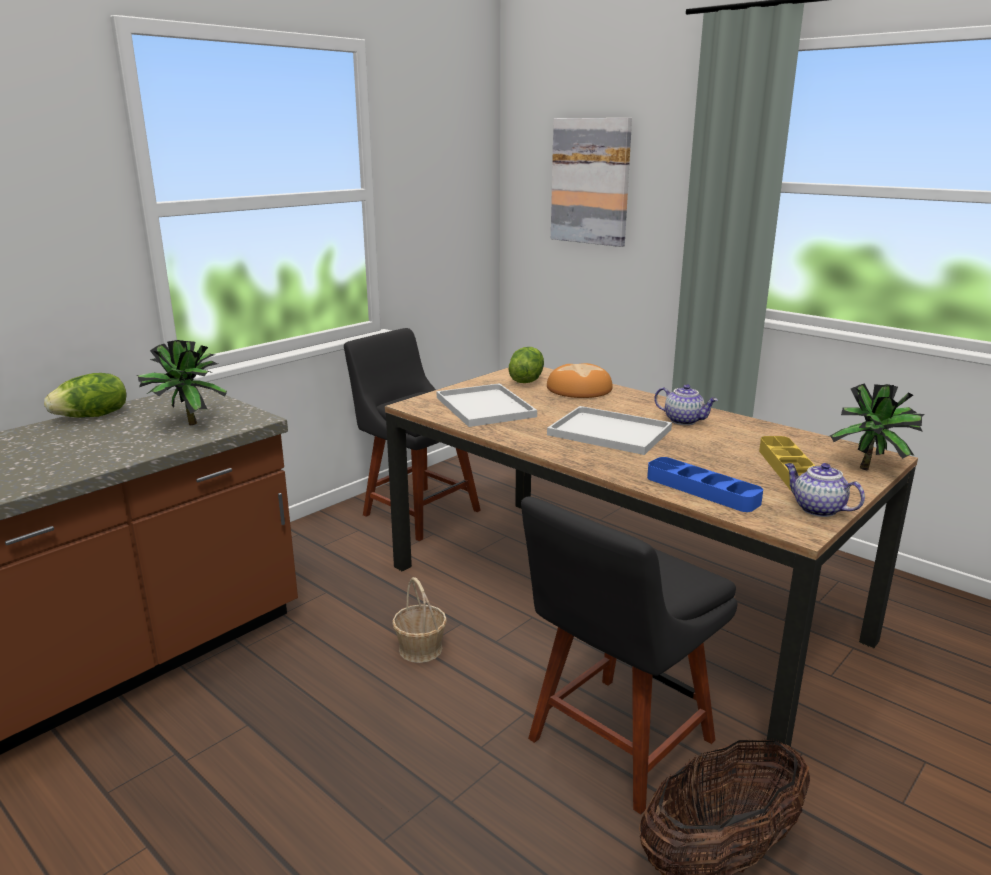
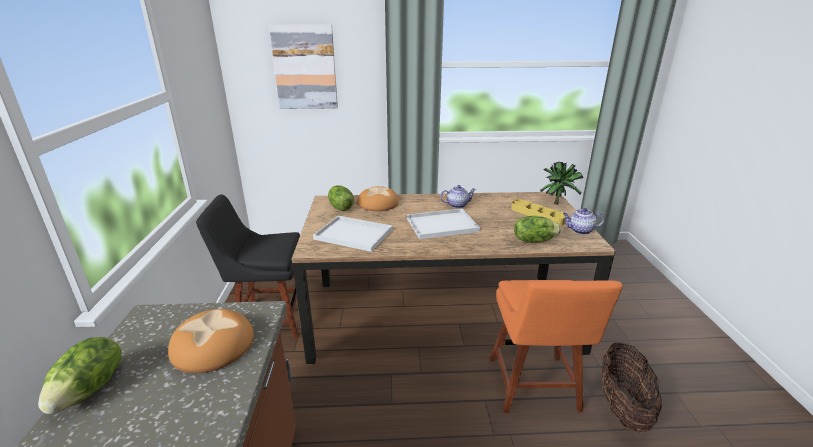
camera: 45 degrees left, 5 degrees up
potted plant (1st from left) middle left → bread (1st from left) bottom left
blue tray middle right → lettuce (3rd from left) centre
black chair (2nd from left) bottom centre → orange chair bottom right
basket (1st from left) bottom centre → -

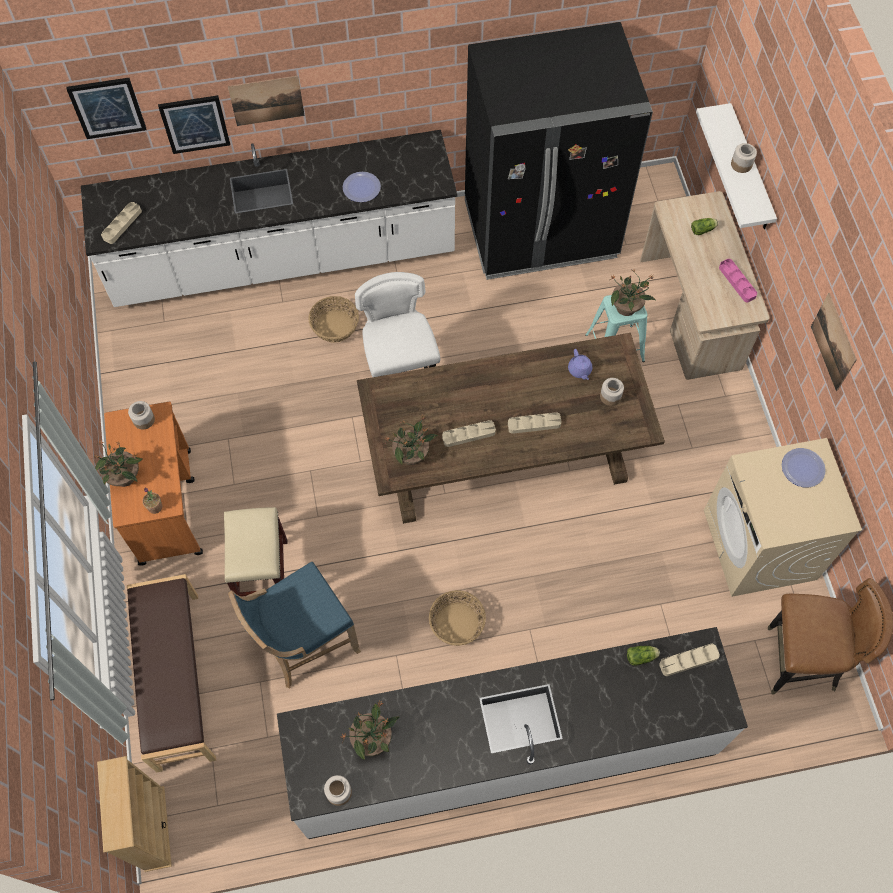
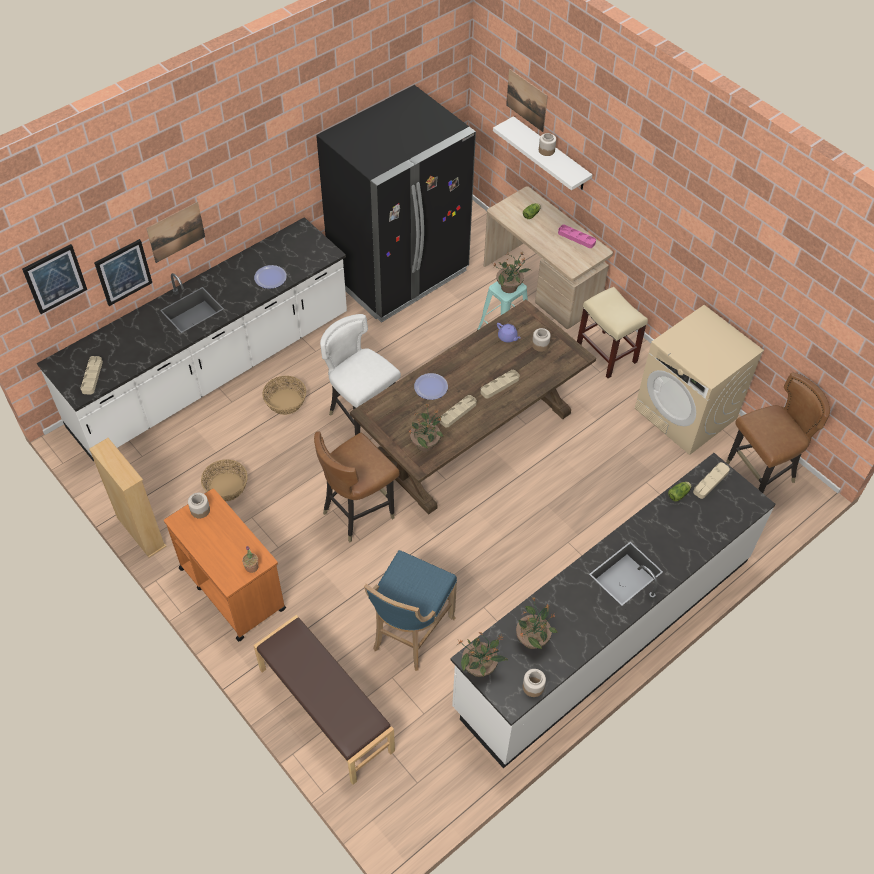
camera: 30 degrees left, 10 degrees down
picture (4th from left) middle right → picture (4th from left) top centre, move
potted plant (1st from left in the first image) middle left → potted plant (3rd from left) bottom centre, move
plate (2nd from left) middle right → plate (2nd from left) centre, move
beige stool middle left → beige stool middle right, move
basket (2nd from left in the first image) bottom centre → basket (1st from left) middle left, move
beige bookcase bottom left → beige bookcase middle left, move
- → brown chair (1st from left) centre

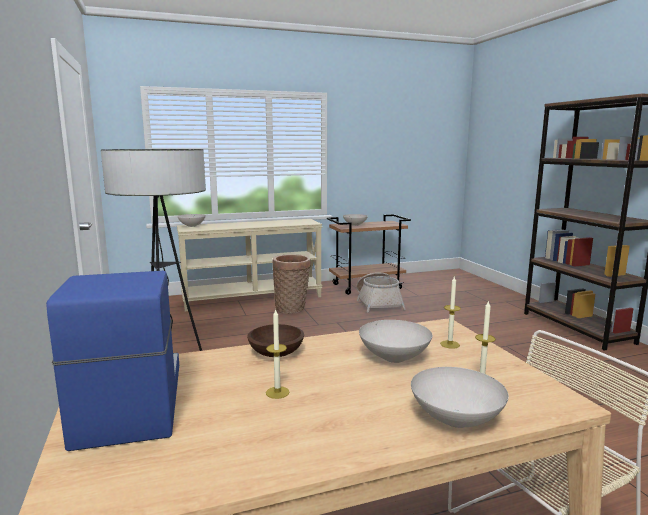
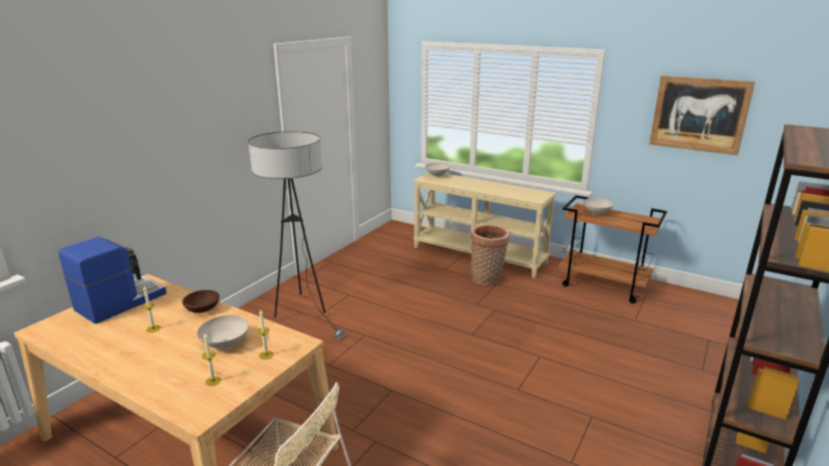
camera: 50 degrees right, 10 degrees up
basket (2nd from left) centre → -
white bowl (4th from left) bottom right → -
- → picture top right

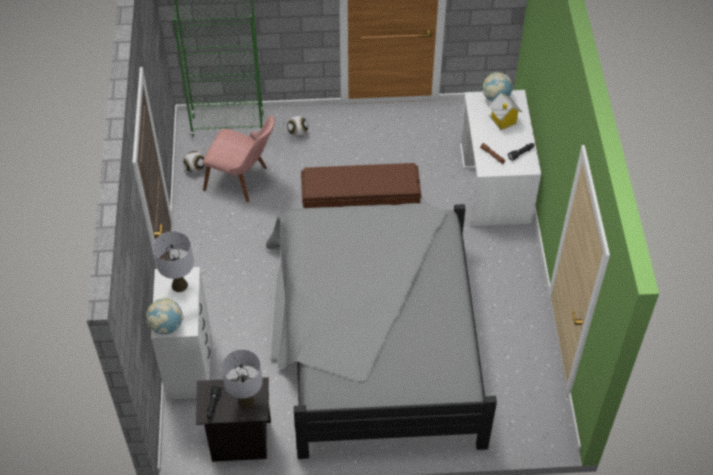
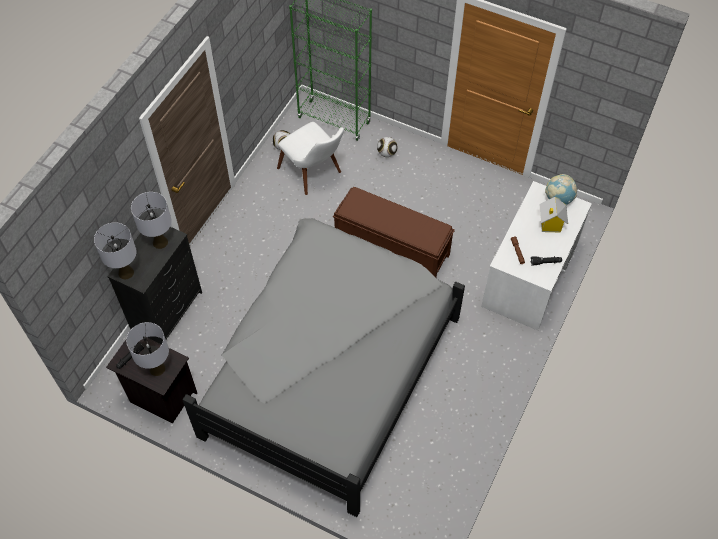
camera: 30 degrees right, 5 degrees up
pink chair top centre → white chair top centre
white dresser bottom left → black dresser middle left
globe (1st from left) middle left → grey table lamp (1st from left) middle left

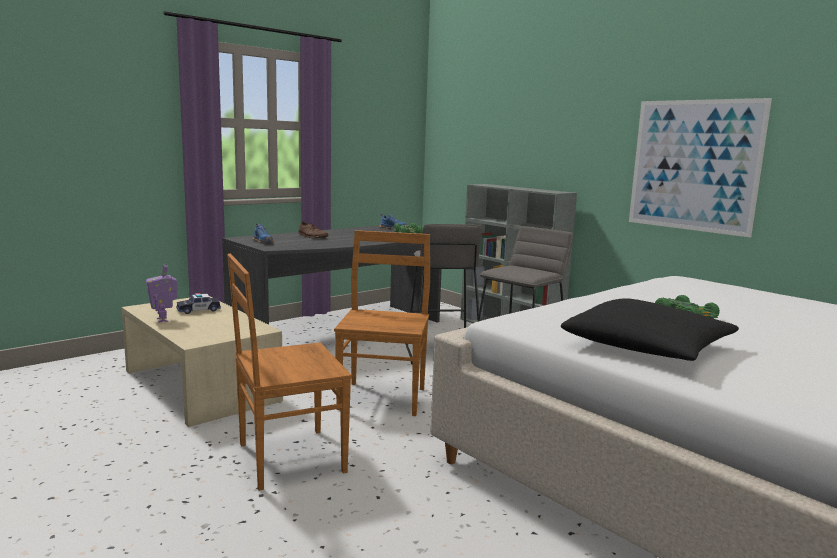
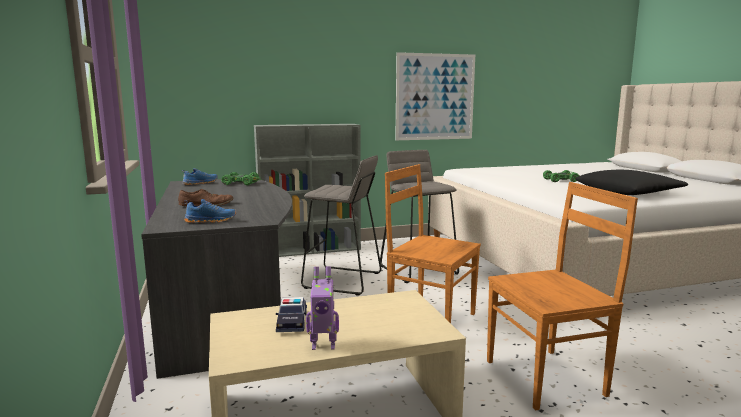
camera: 65 degrees left, 0 degrees up
brown chair (1st from left in the first image) bottom centre → brown chair (2nd from left) bottom right, 105 degrees counterclockwise

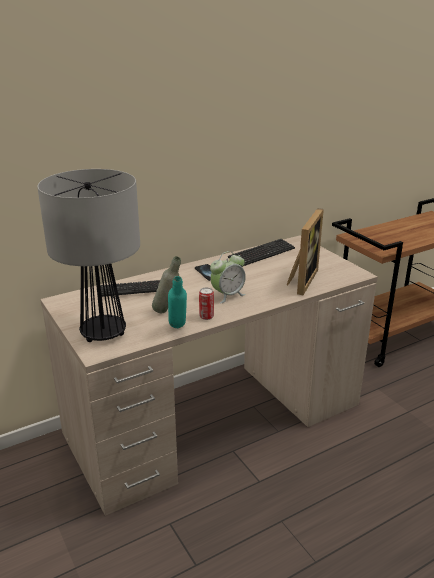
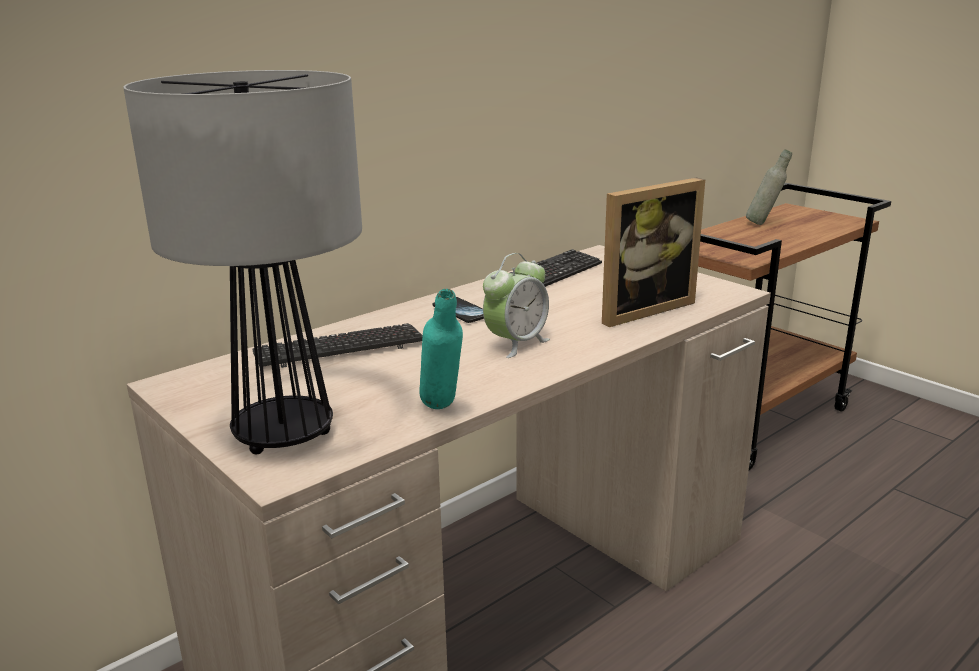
camera: 10 degrees left, 5 degrees down
picture frame middle right, 45 degrees clockwise
grey bottle centre → grey bottle top right, move
can centre → -

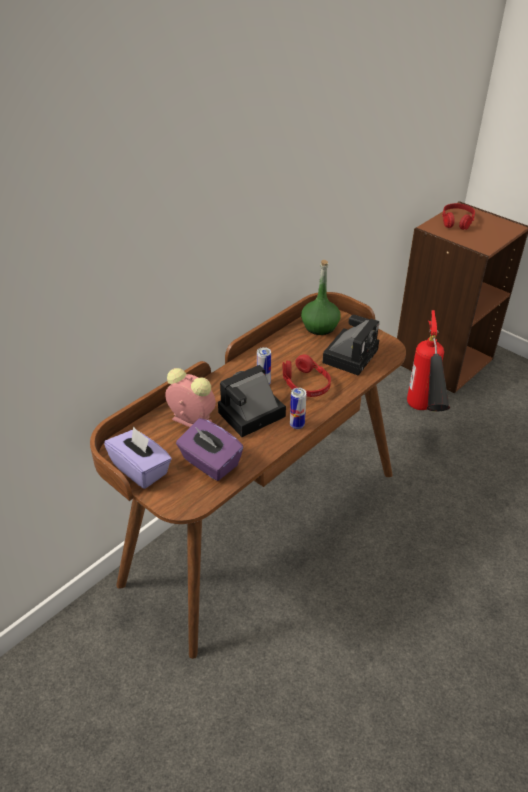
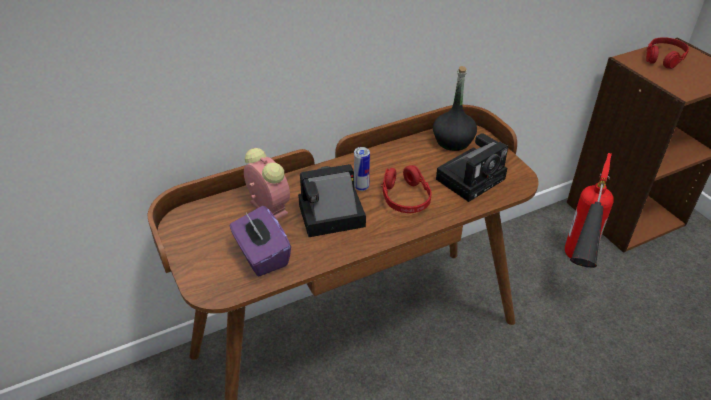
camera: 20 degrees right, 0 degrees up
green bottle centre → black bottle top centre
can (2nd from left) centre → -
purple tissue box (1st from left) middle left → -

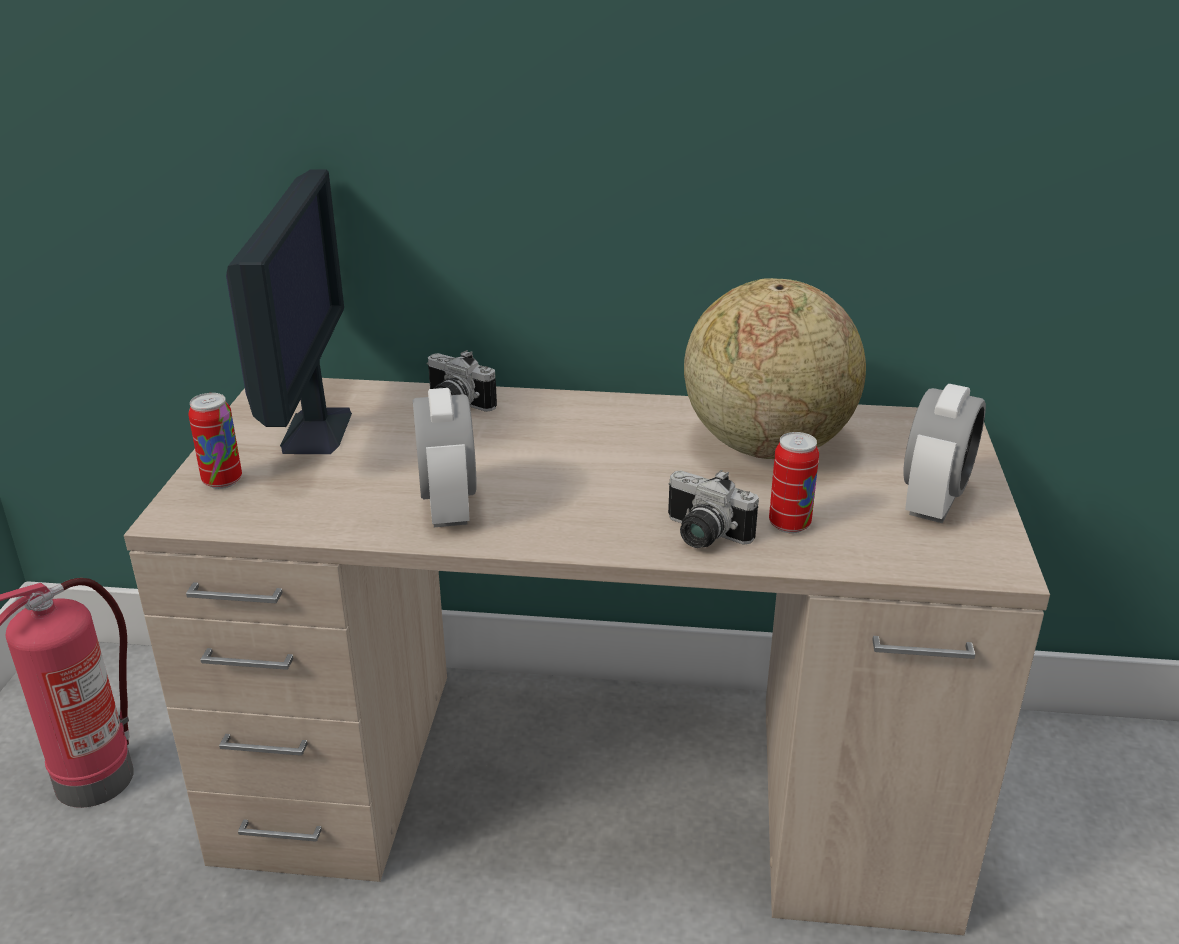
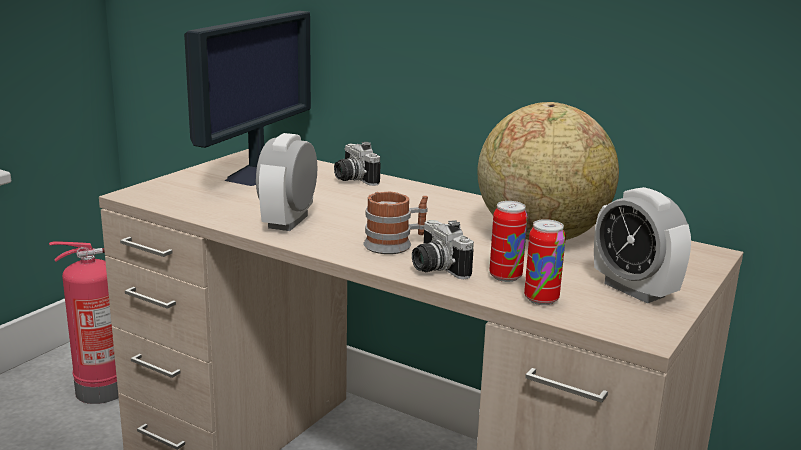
camera: 25 degrees right, 10 degrees down
alarm clock (2nd from left) middle right, 90 degrees clockwise
can (1st from left in the first image) middle left → can (2nd from left) middle right, move
- → mug centre

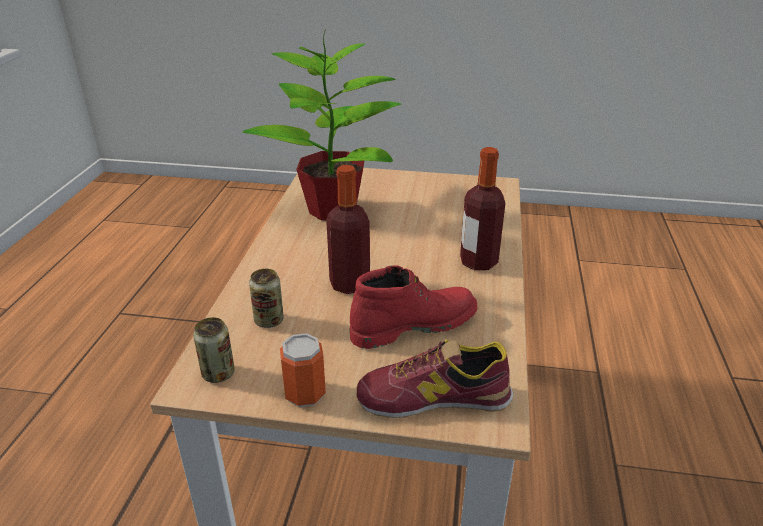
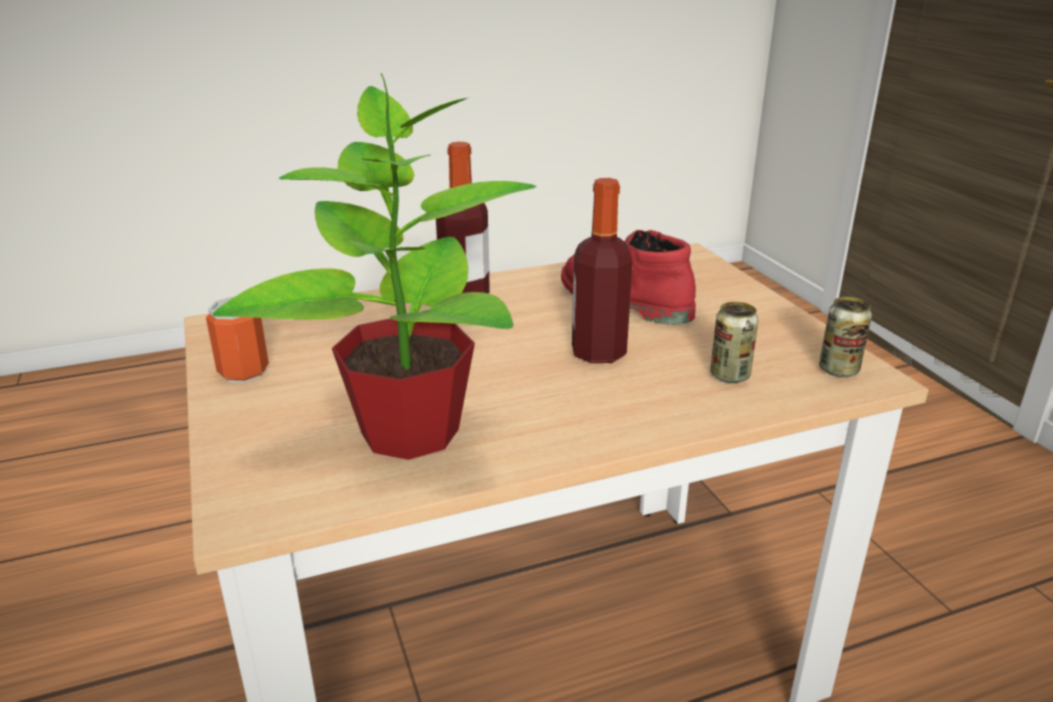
camera: 120 degrees left, 5 degrees down
can (3rd from left in the first image) bottom centre → can (1st from left) middle left, move
shoe bottom centre → -

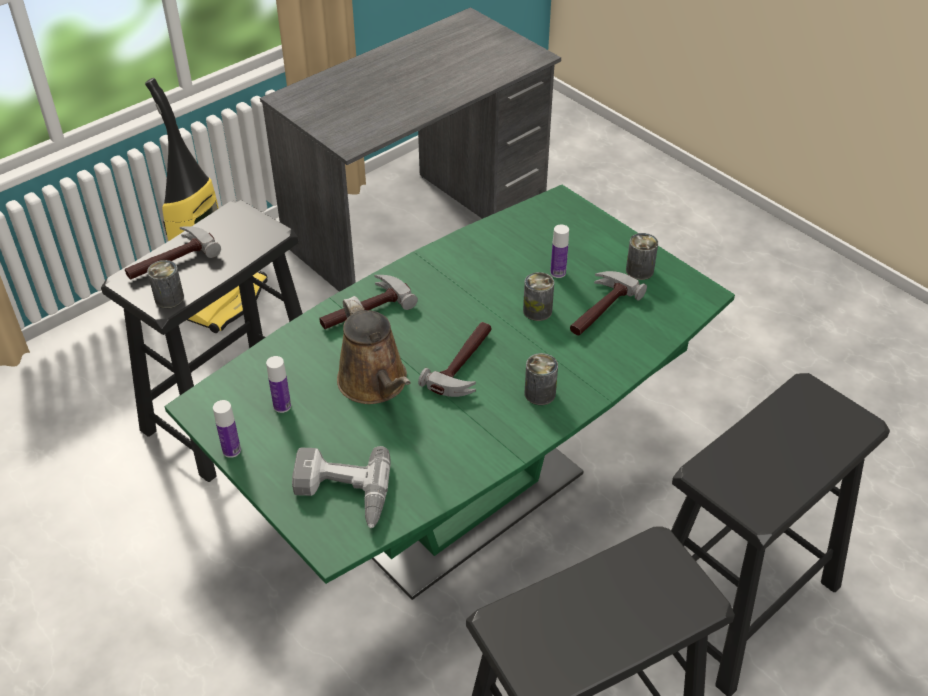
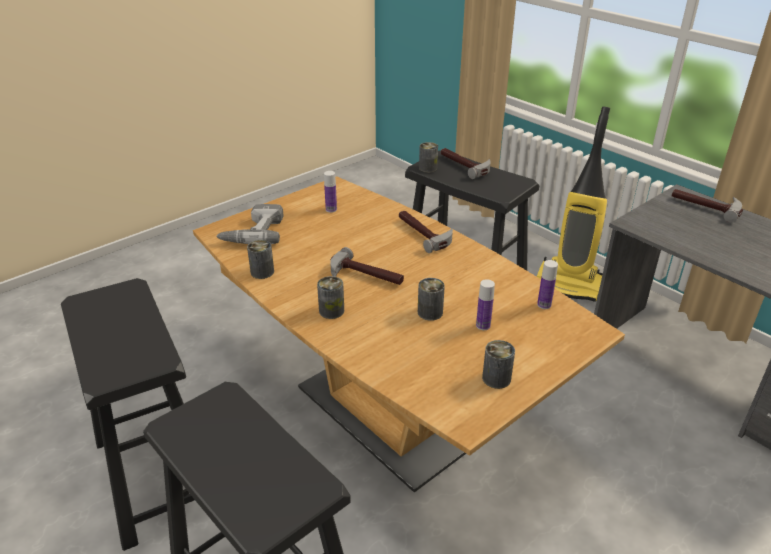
camera: 90 degrees right, 10 degrees down
green dining table centre → brown dining table centre
hammer (4th from left) centre → hammer (4th from left) middle right, move
brown watering can centre → -
bottle (1st from left in the first image) middle left → bottle (3rd from left) middle right, move
- → can (1st from left) centre

